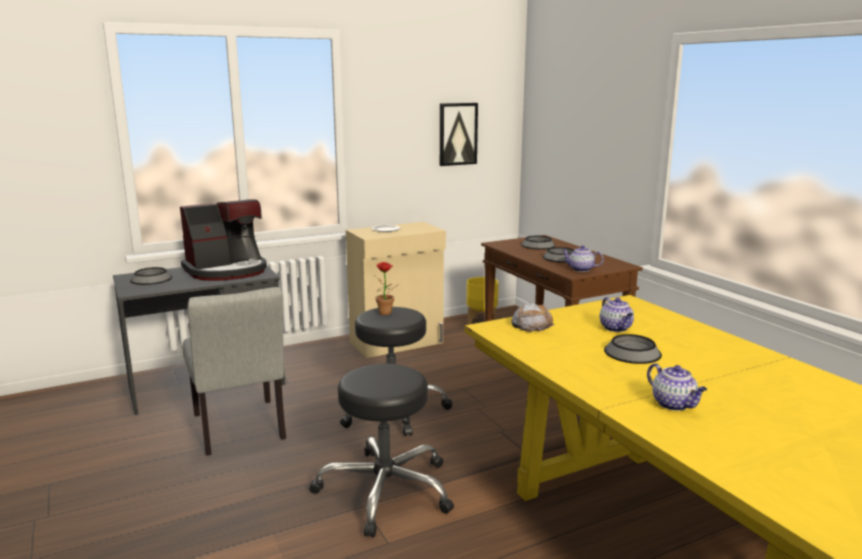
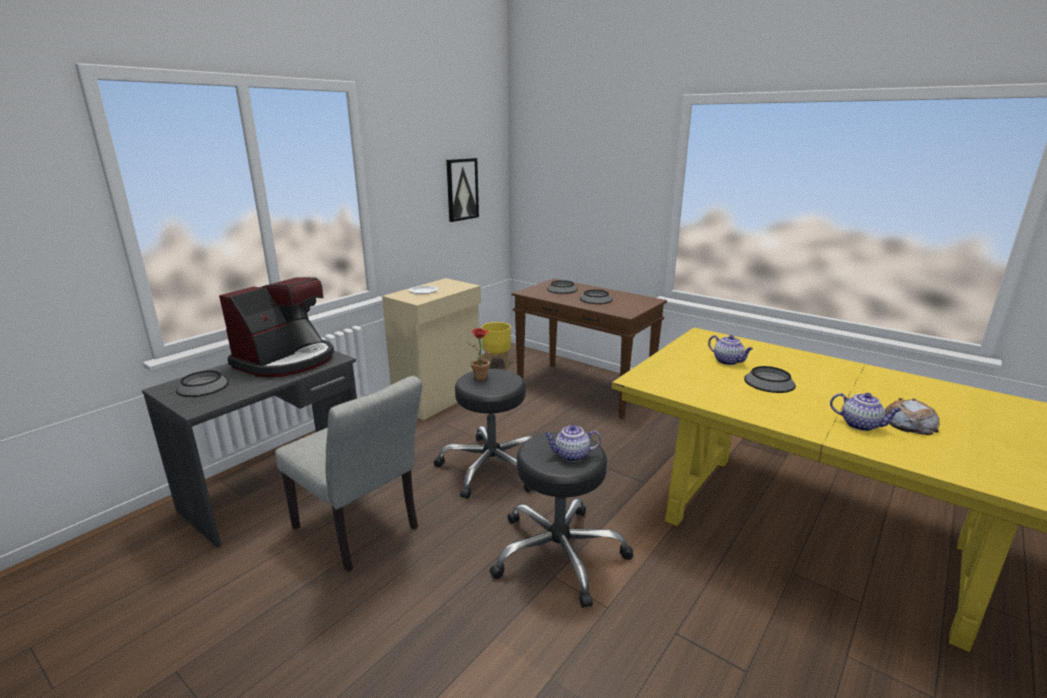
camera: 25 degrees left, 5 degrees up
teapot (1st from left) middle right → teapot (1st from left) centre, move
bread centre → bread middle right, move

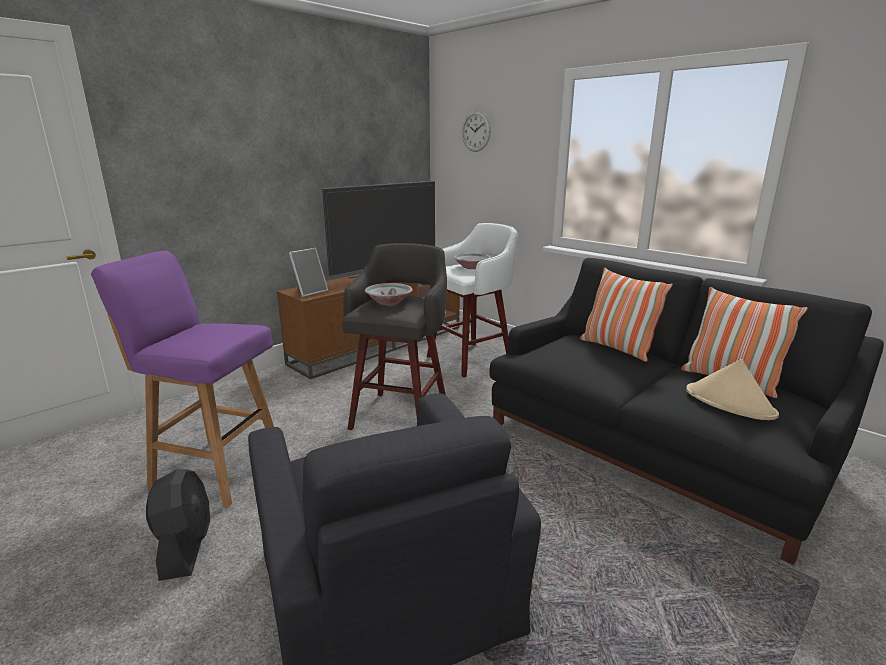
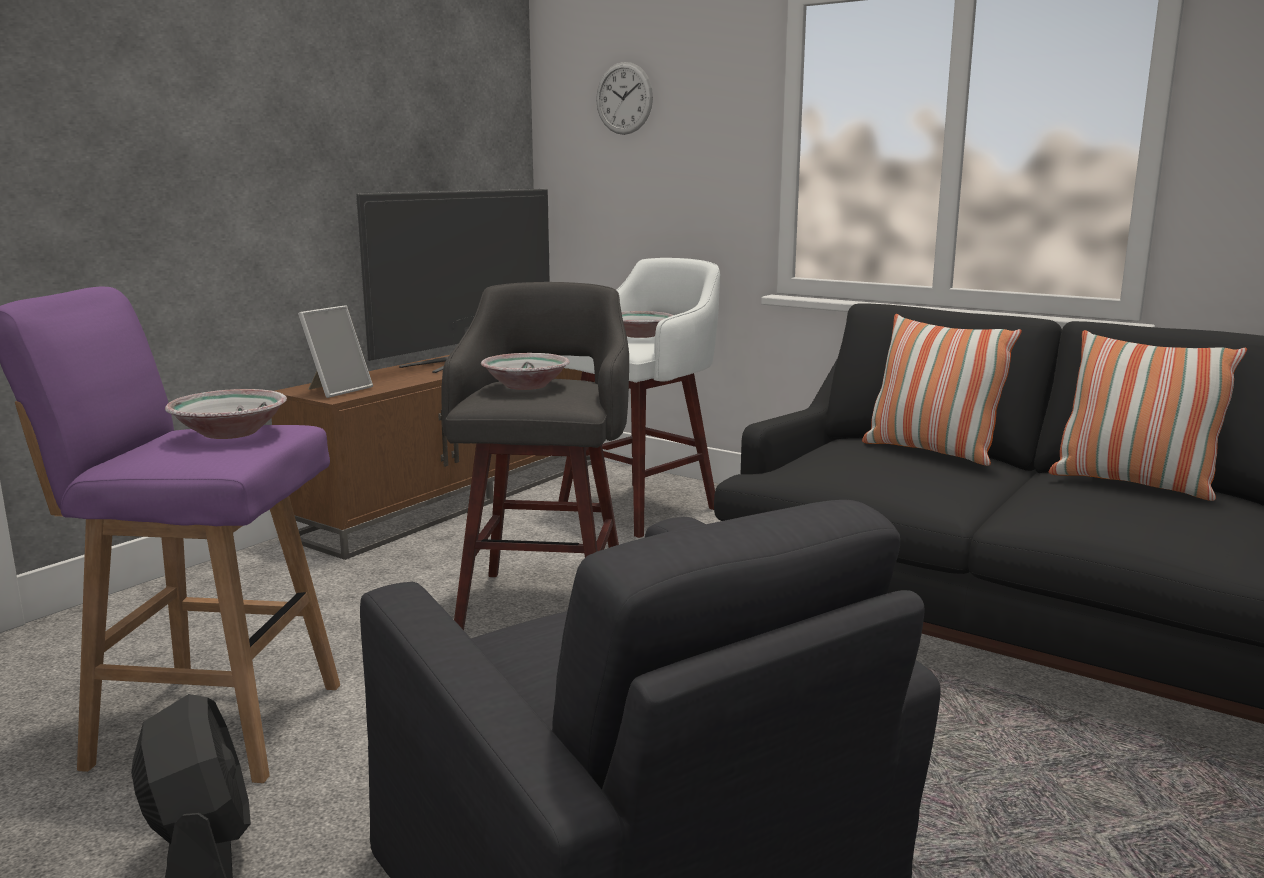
camera: 10 degrees left, 5 degrees down
beige hat middle right → -
- → bowl (1st from left) middle left

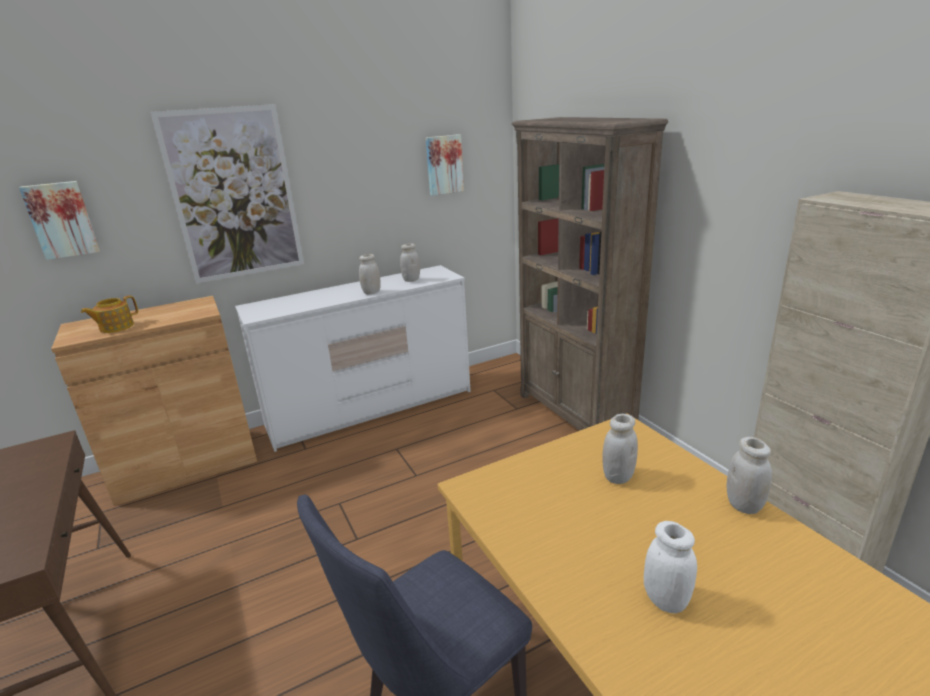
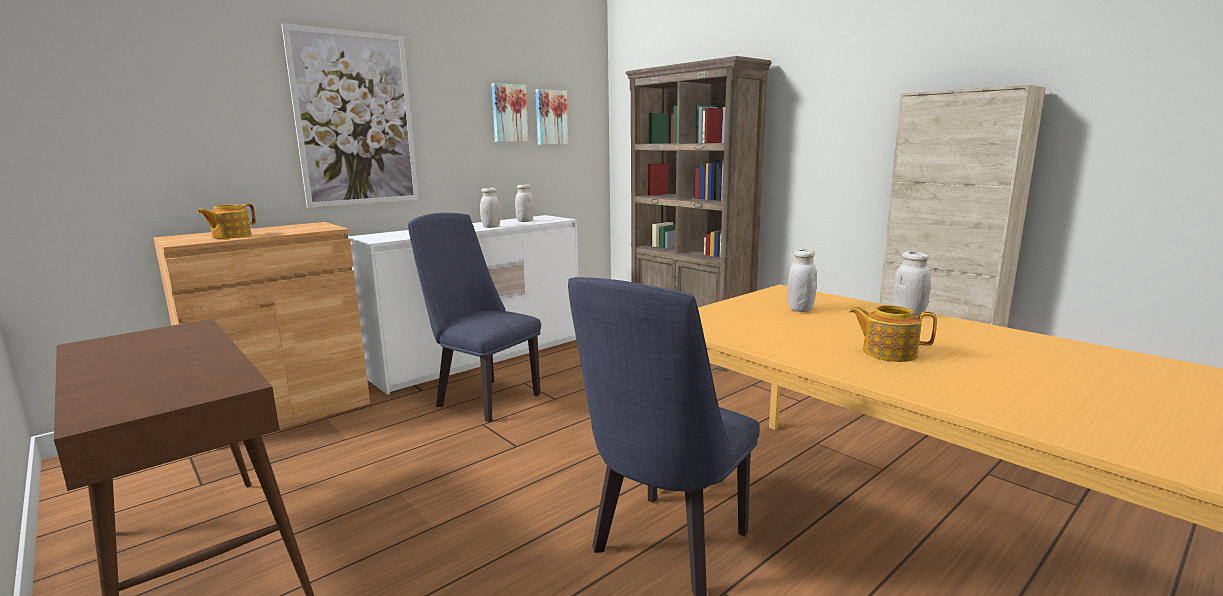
camera: 15 degrees left, 10 degrees down
picture (1st from left in the first image) top left → picture (2nd from left) top centre, move
white jar (4th from left) bottom right → teapot (2nd from left) middle right
- → blue chair (1st from left) centre

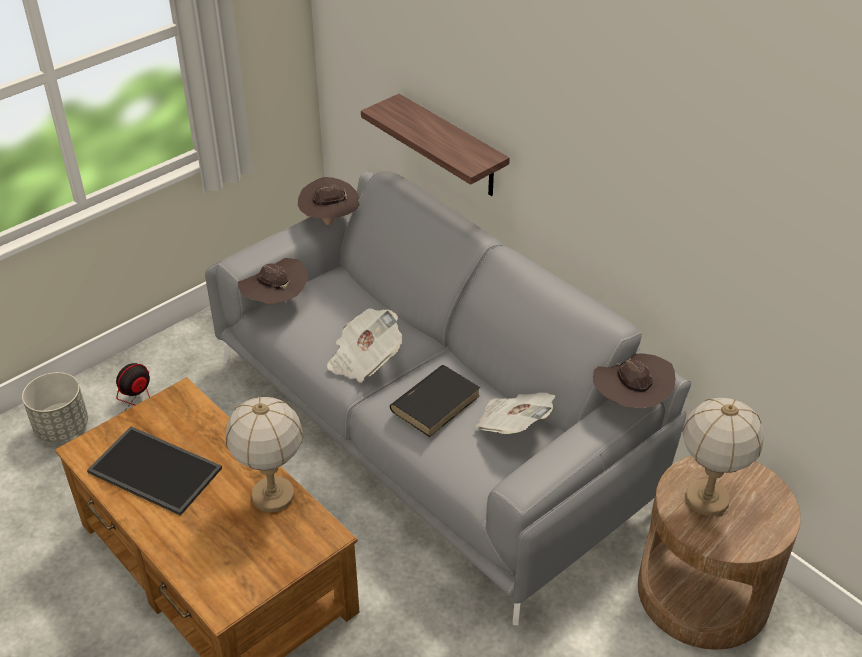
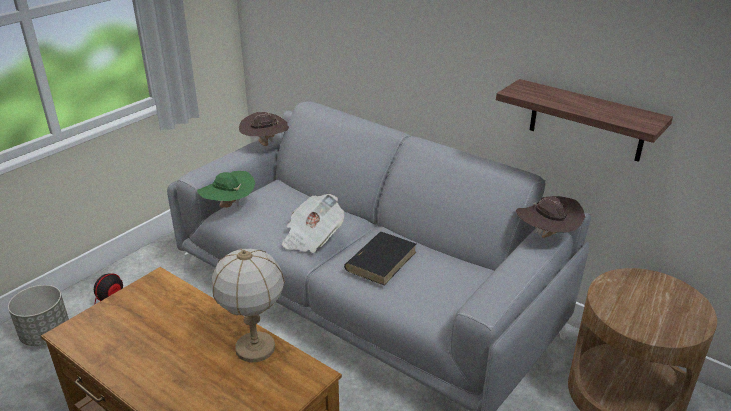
camera: 10 degrees left, 10 degrees down
shelf top centre → shelf top right, move
brown hat (1st from left) middle left → green hat middle left
newspaper (2nd from left) centre → -
table lamp (2nd from left) bottom right → -
tray bottom left → -

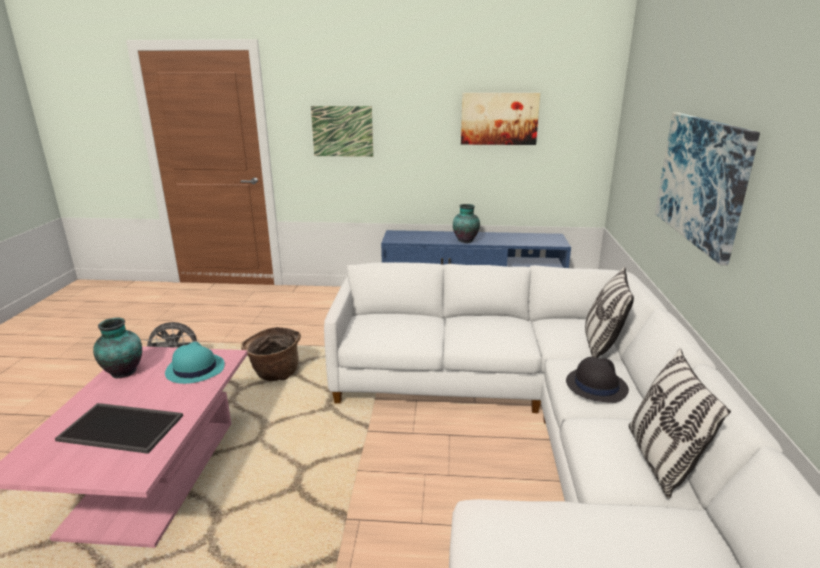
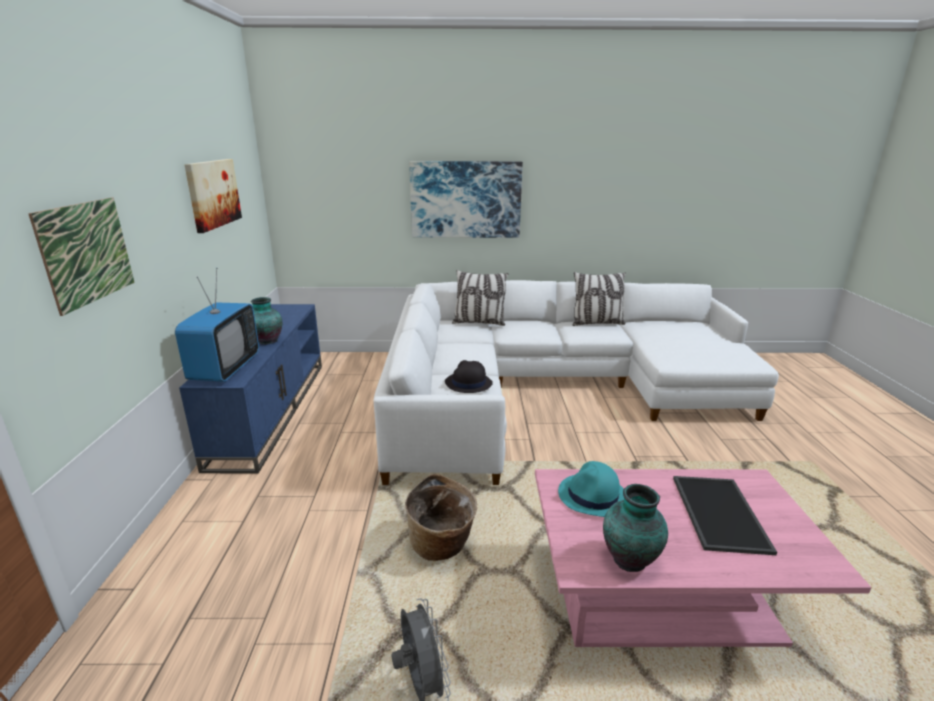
camera: 95 degrees left, 0 degrees up
black hat bottom right → black hat centre, move
- → television middle left

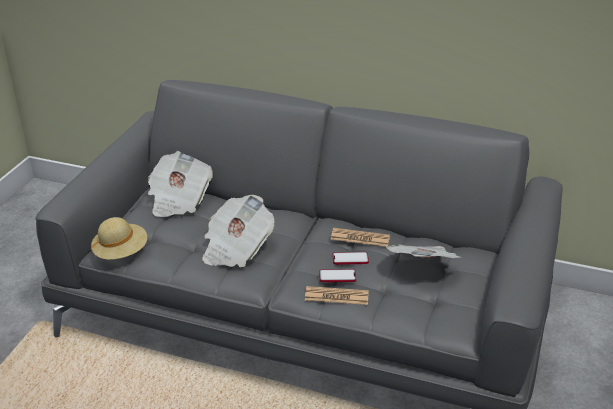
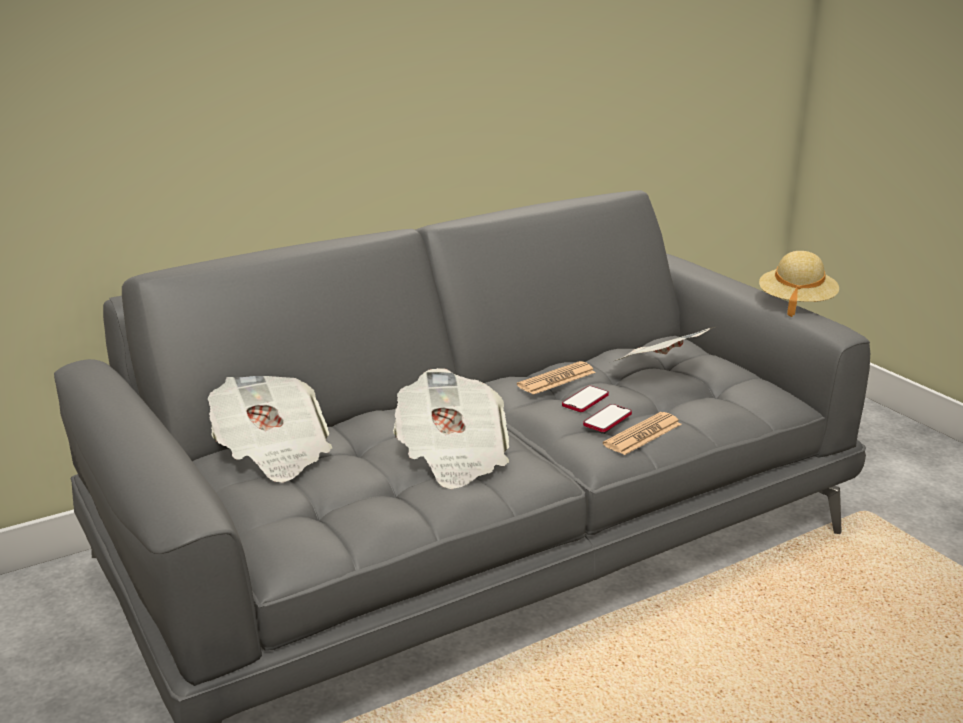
camera: 50 degrees left, 10 degrees down
beige hat middle left → beige hat middle right, move

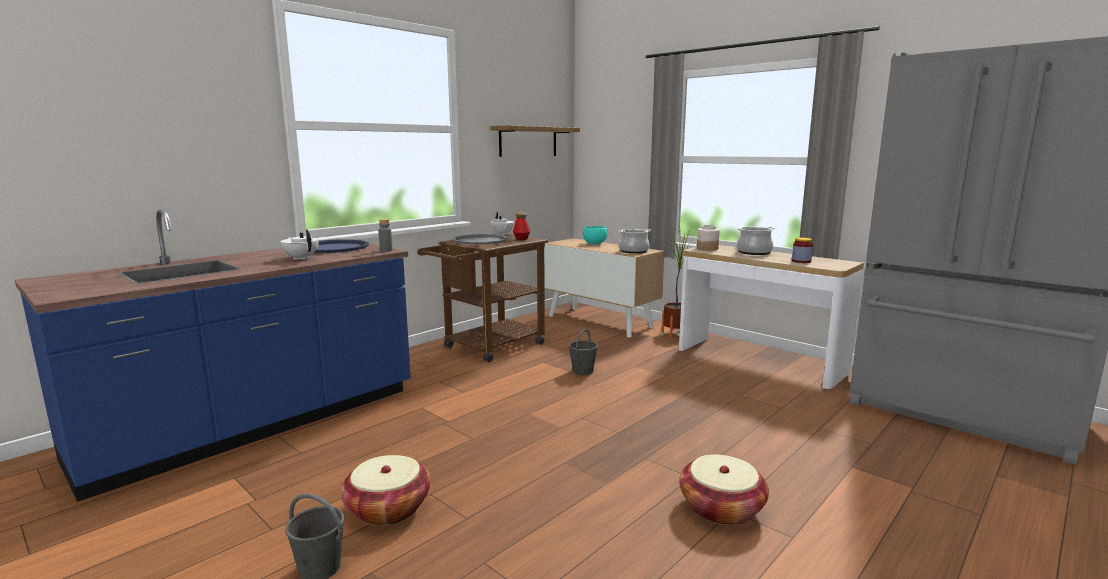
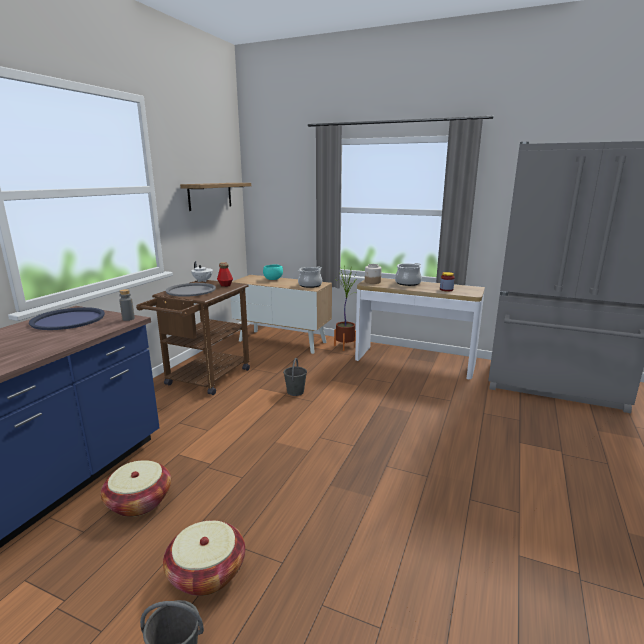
camera: 20 degrees left, 5 degrees up
white teapot (1st from left) middle left → -
basket (2nd from left in the first image) bottom centre → basket (1st from left) bottom left, move

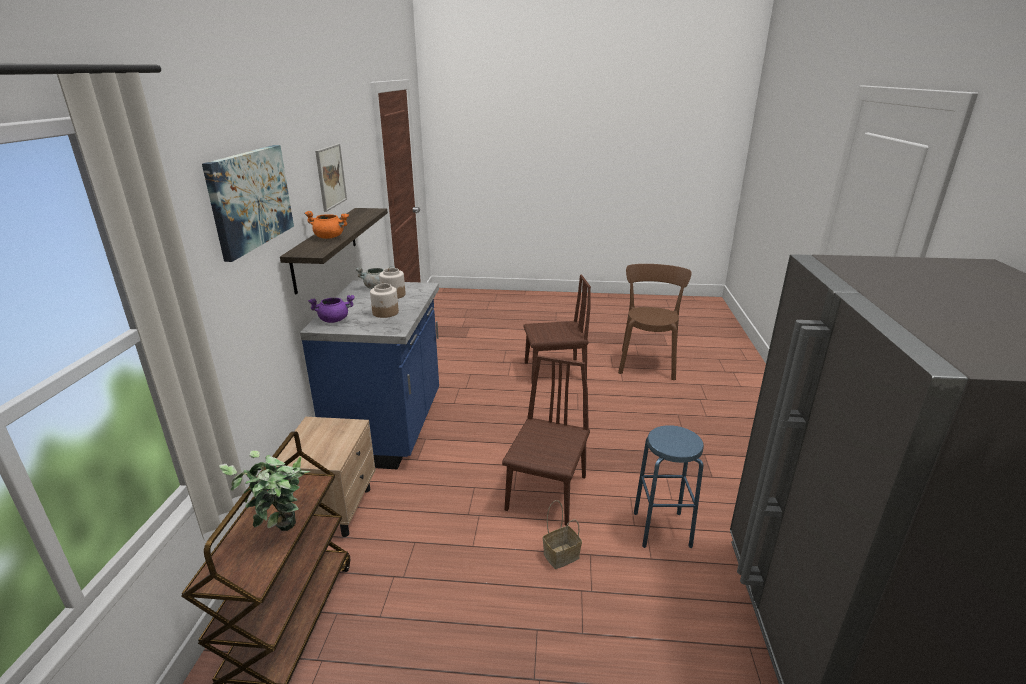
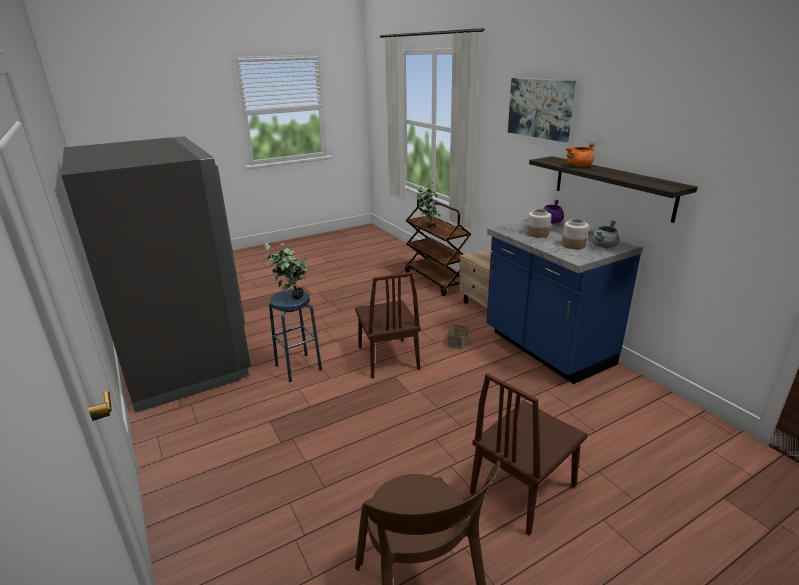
camera: 145 degrees right, 0 degrees up
picture (2nd from left) top left → -
basket bottom centre → basket centre, move
- → potted plant (1st from left) centre

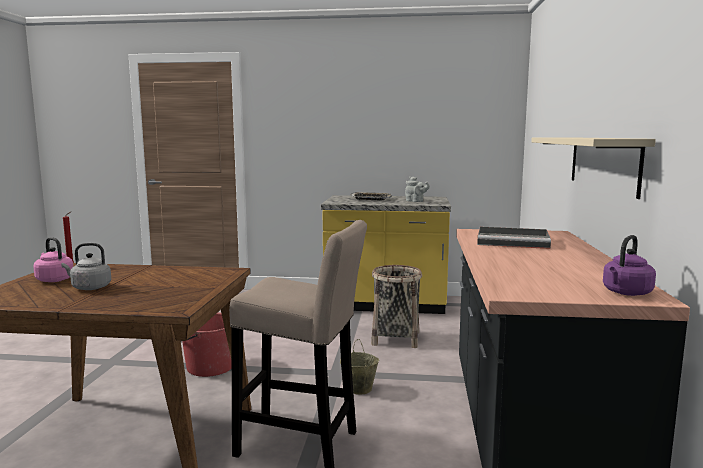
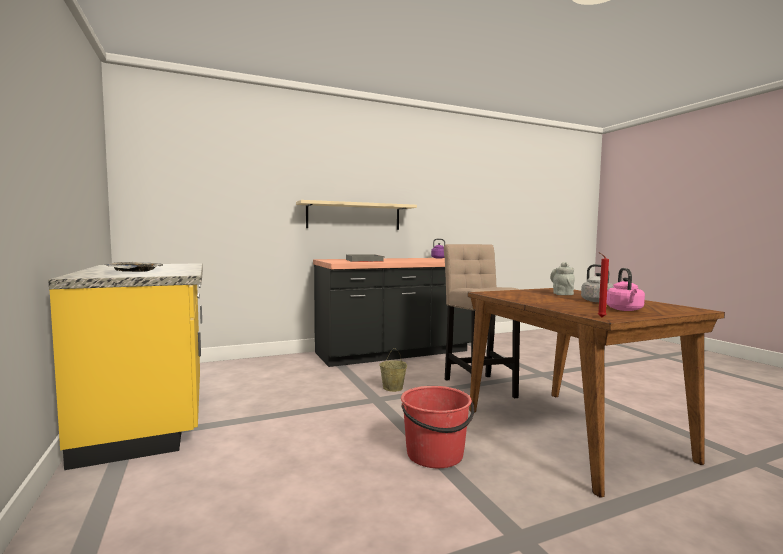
camera: 120 degrees left, 5 degrees down
grey teapot centre → grey teapot middle right, move
basket centre → -

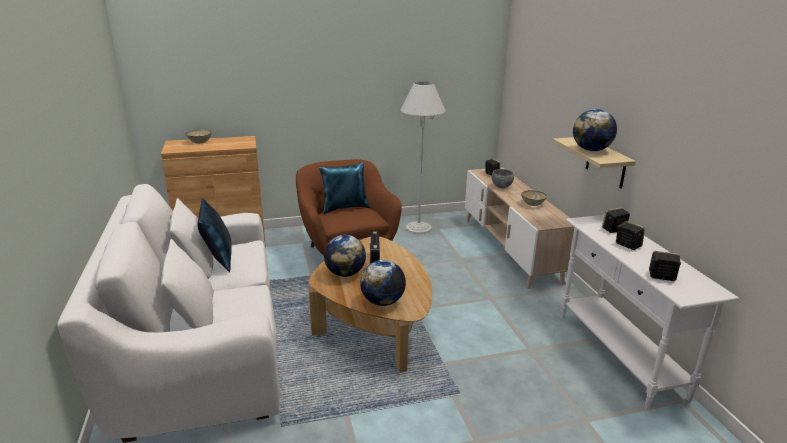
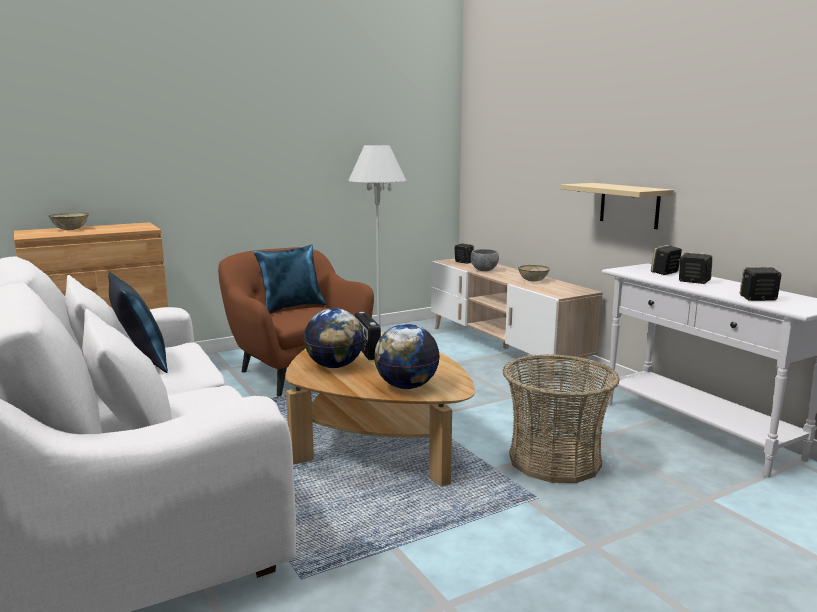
camera: 15 degrees left, 10 degrees down
globe (3rd from left) top right → -
- → basket bottom right

